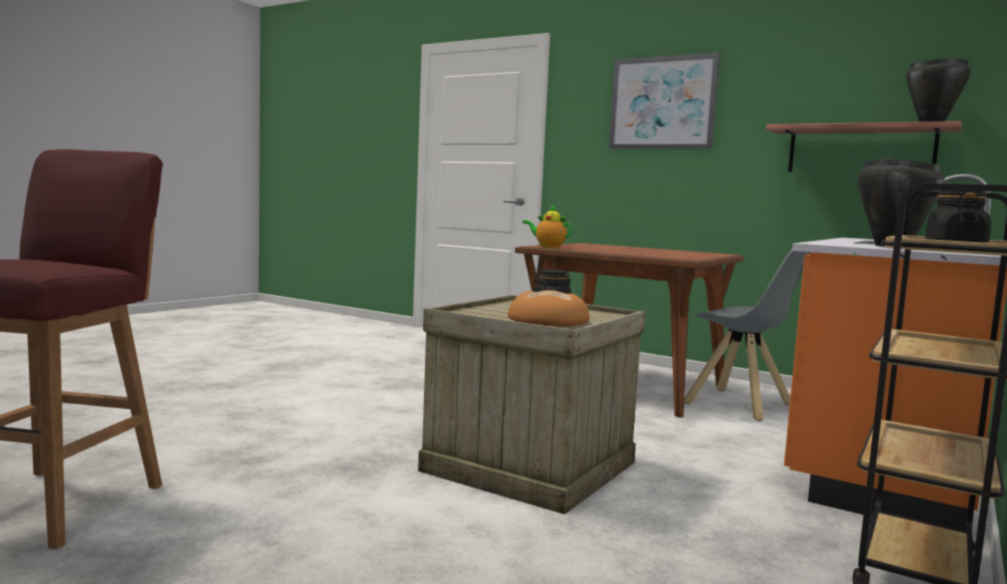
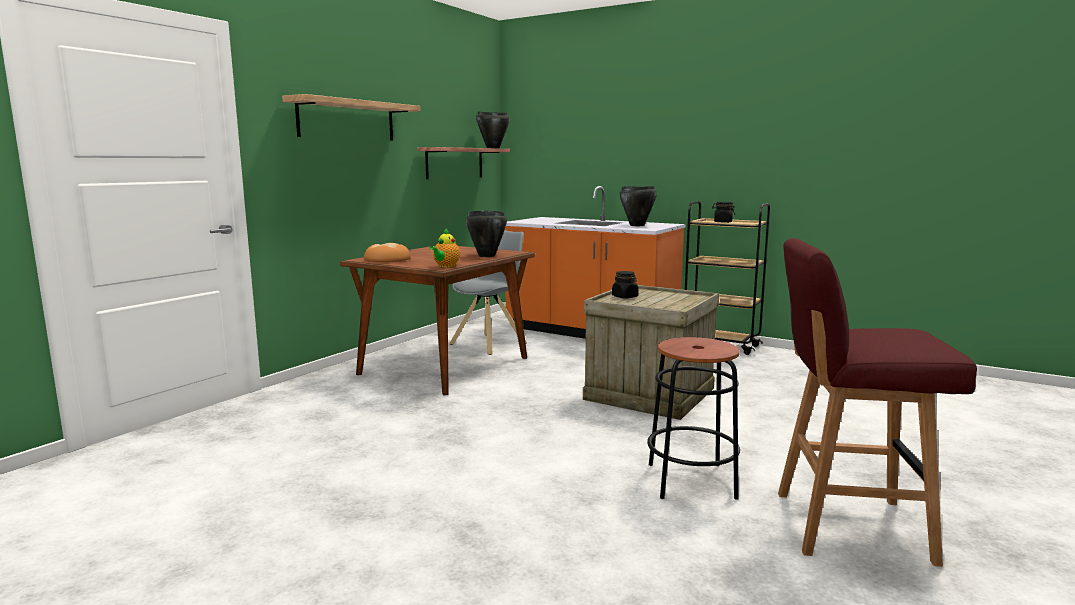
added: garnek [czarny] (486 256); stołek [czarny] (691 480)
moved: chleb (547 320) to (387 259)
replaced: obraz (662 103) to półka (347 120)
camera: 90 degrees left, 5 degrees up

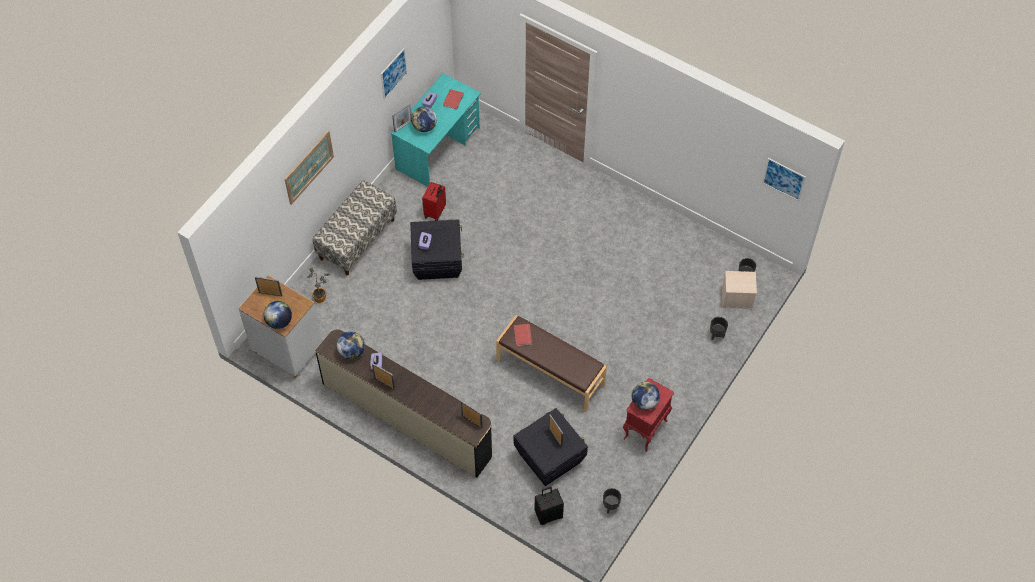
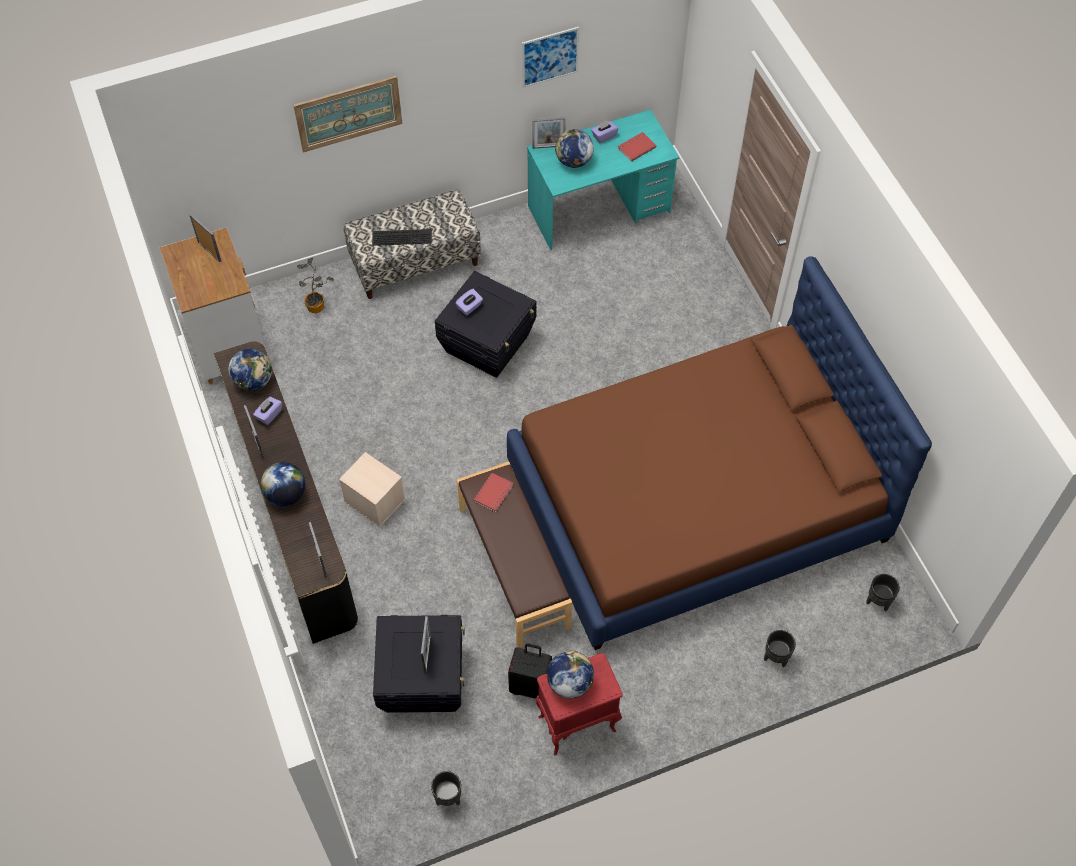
removed: walizka [czerwony] (435 212); obraz (784 179)
added: klawiatura (402 236); łóżko [brązowy] (697 501)
moved: globus (279 322) to (286 495); walizka [czarny] (548 514) to (531 686); pojemnik do przechowywania [beżowy] (736 297) to (373 500)
camera: 35 degrees right, 0 degrees up

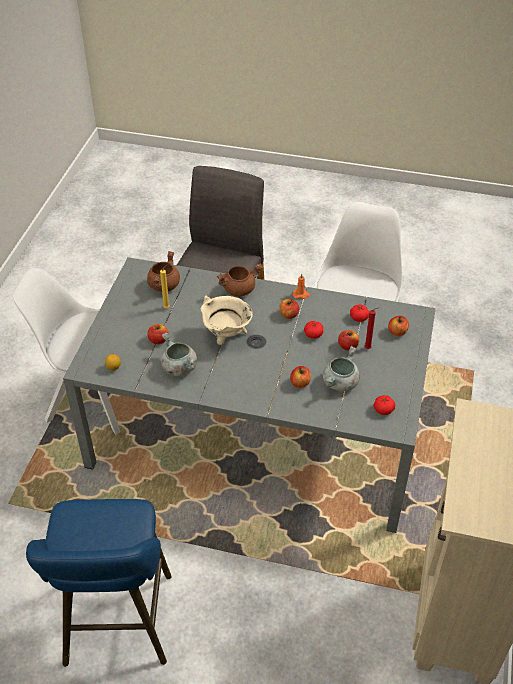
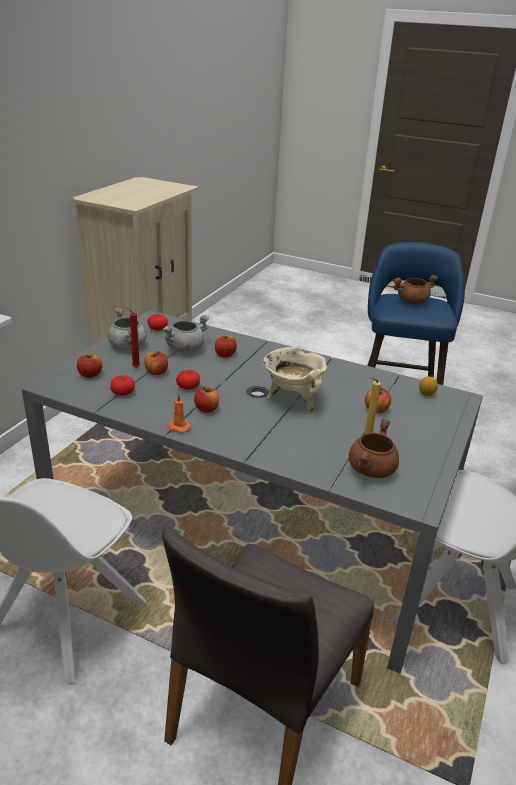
moved: garnek [szary] (179 367) to (128 346); garnek [brązowy] (239 289) to (412 302)
camera: 170 degrees left, 15 degrees down

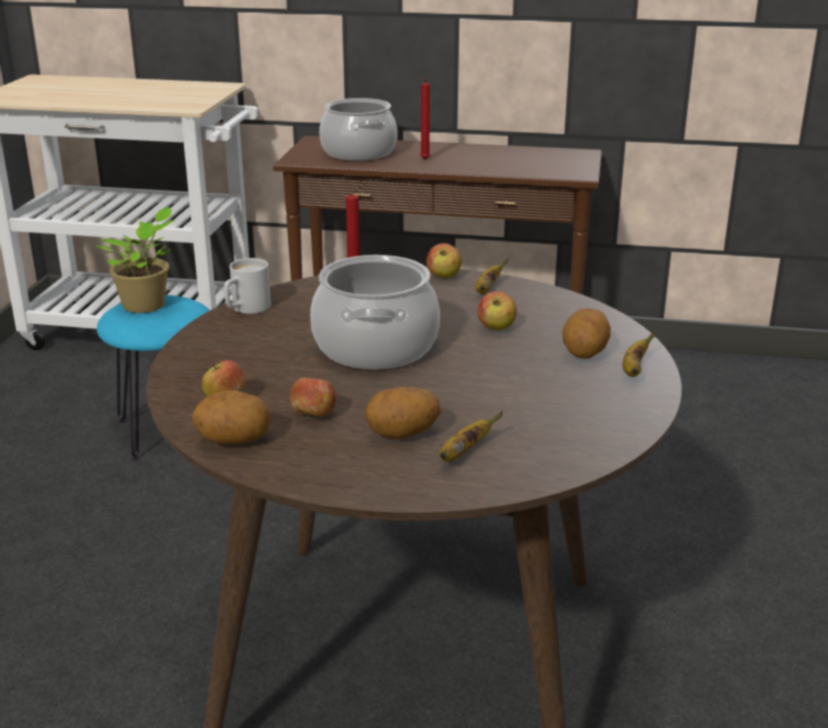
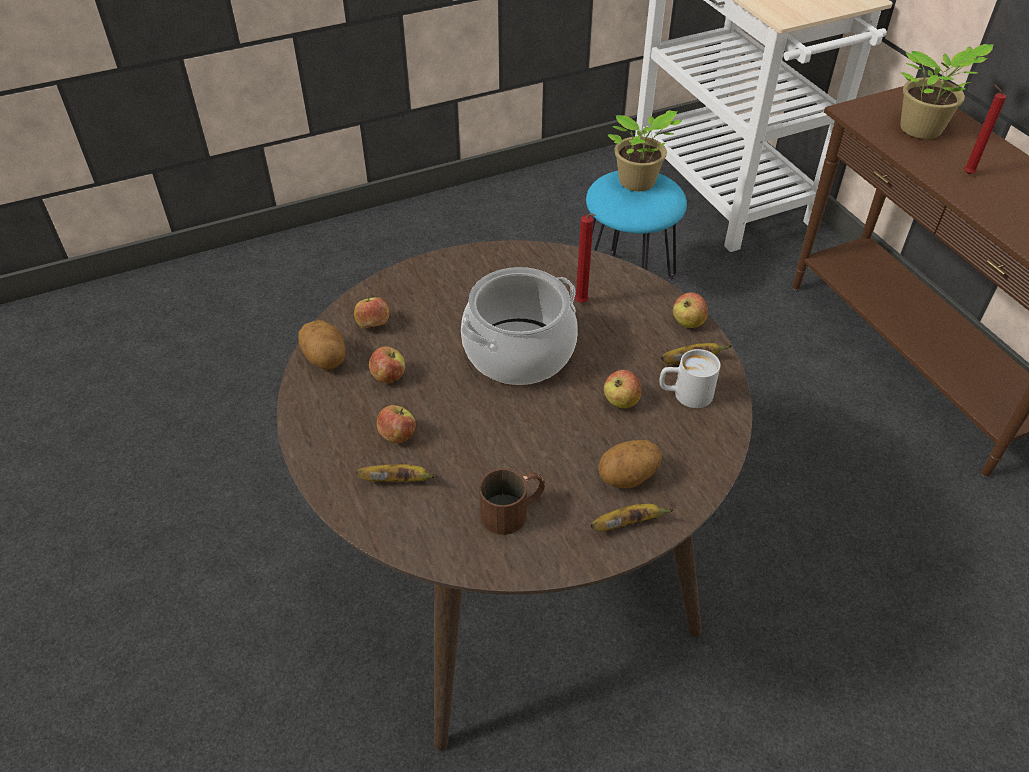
added: kubek [brązowy] (514 510)
moved: kubek [biały] (246 309) to (684 394)
replaced: garnek (358 153) to roślina doniczkowa (922 130); ziemniak (402 435) to jabłko (397 436)
camera: 55 degrees right, 20 degrees up

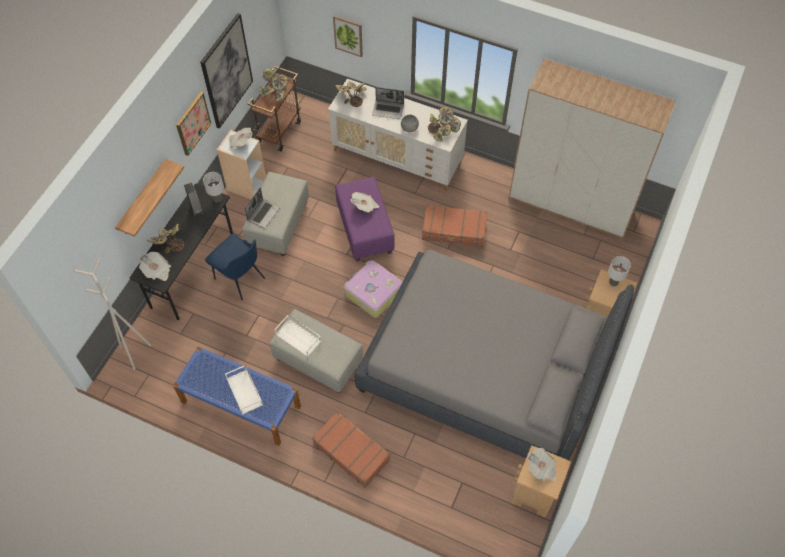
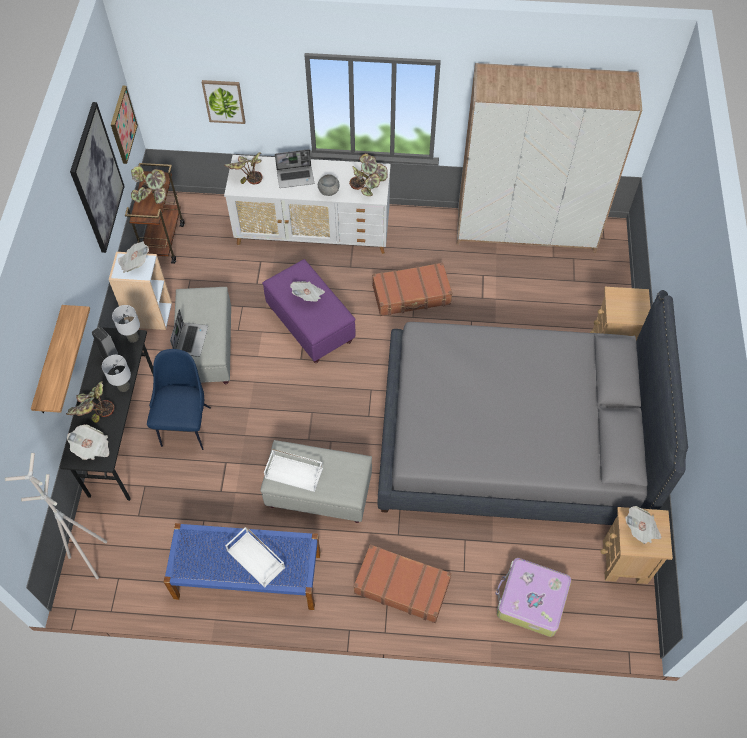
moved: obraz (192 123) to (122 124); walizka (373 292) to (531 600); lampa stołowa [biały] (613 282) to (123 387)
turned: krzesło [niebieski] (240 278) = (186 426) 105 degrees counterclockwise
camera: 20 degrees left, 0 degrees up

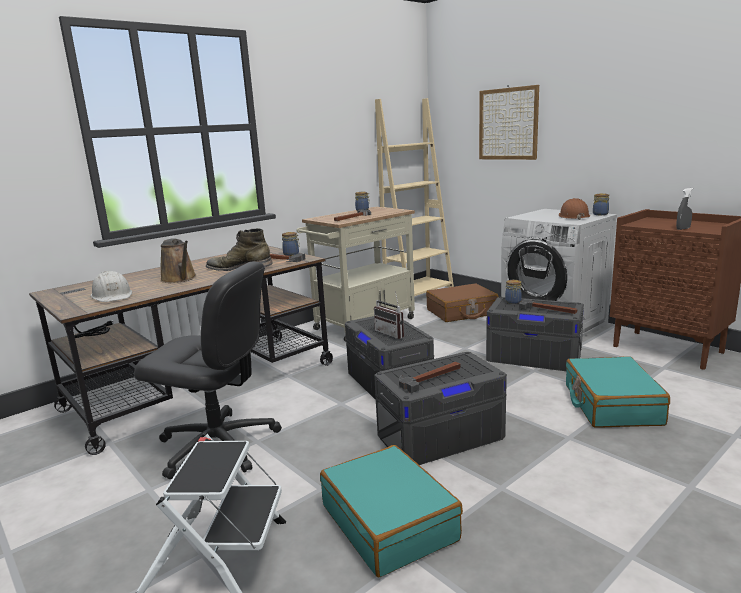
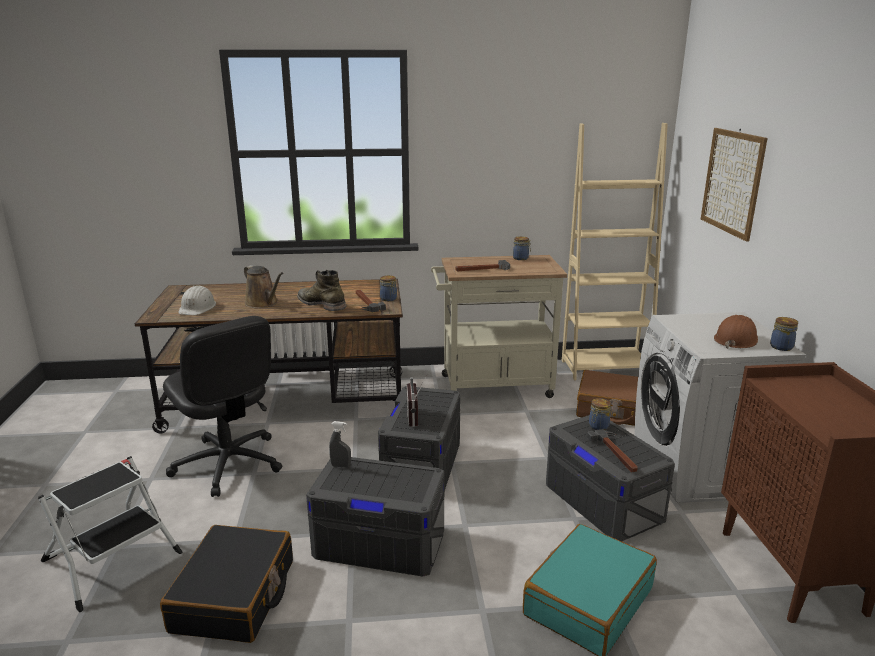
removed: młotek (431 377)
moved: spryskiwacz [szary] (683 229) to (341 466)
recoloured: walizka [turkusowy] (389 522) to walizka [czarny] (235 596)
turned: konewka [brązowy] (180 279) = (263 303) 45 degrees counterclockwise
camera: 35 degrees right, 5 degrees up

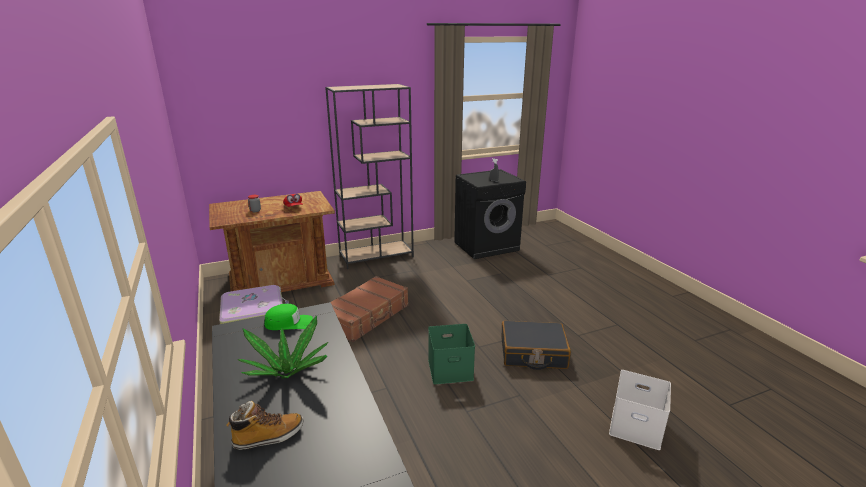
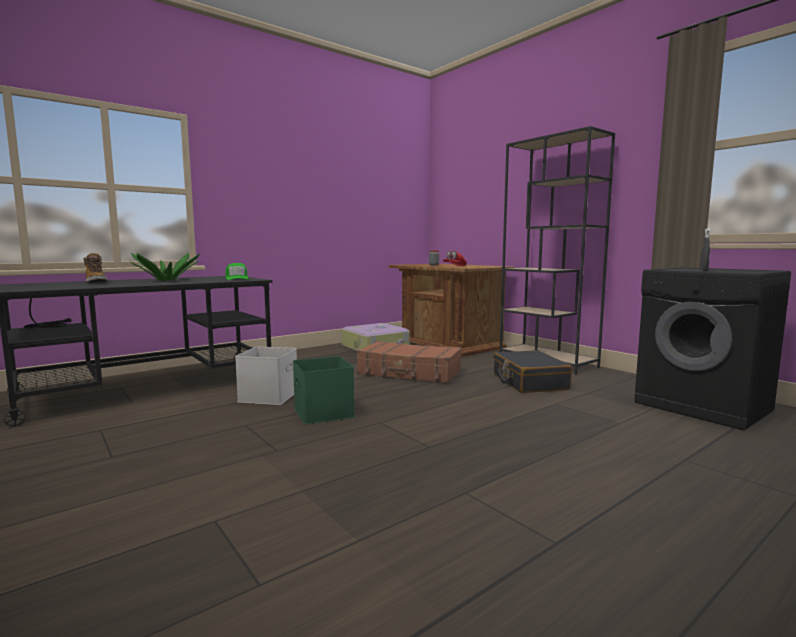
moved: walizka [czarny] (533 353) to (529 382); pojemnik do przechowywania [biały] (637 426) to (269 396)
camera: 75 degrees right, 15 degrees down

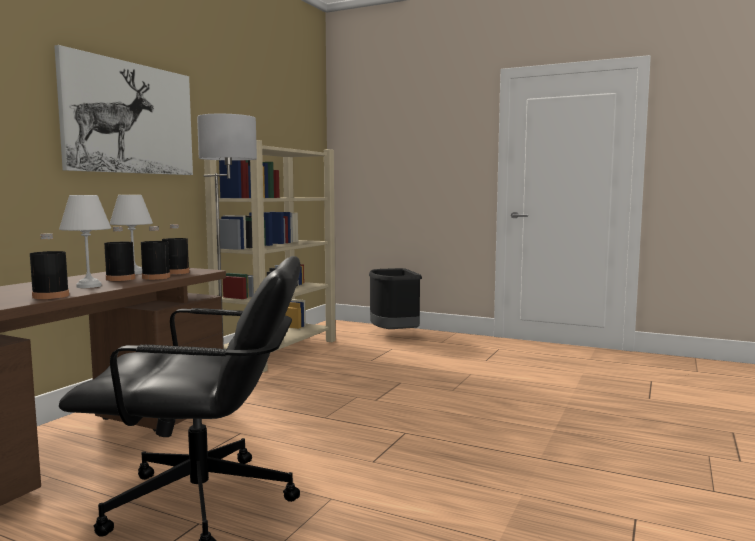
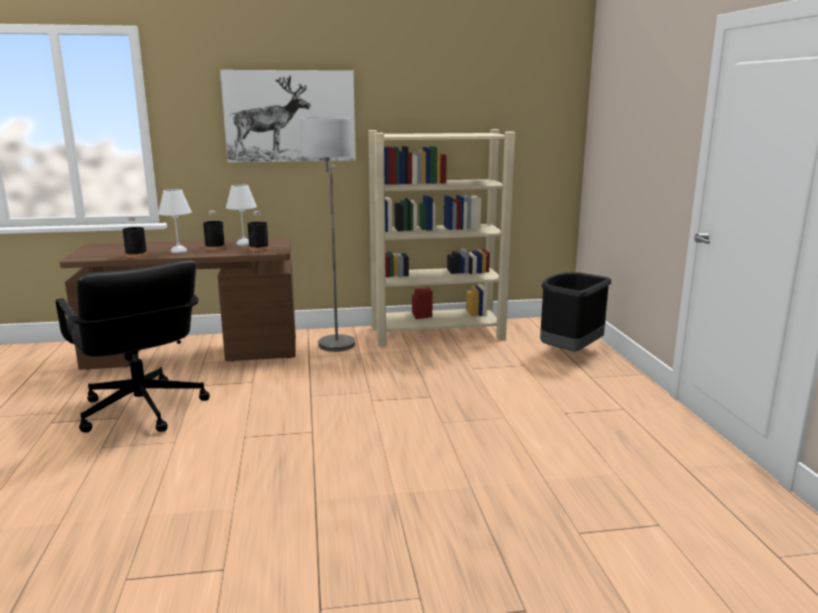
removed: butelka [czarny] (156 277)
camera: 55 degrees right, 10 degrees up

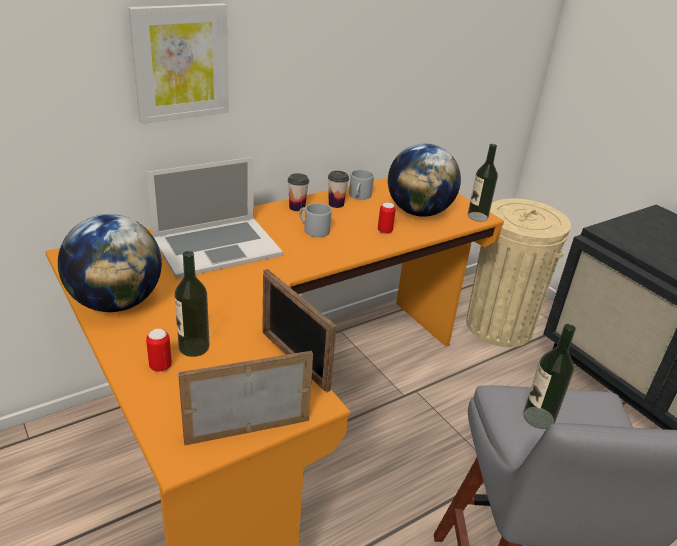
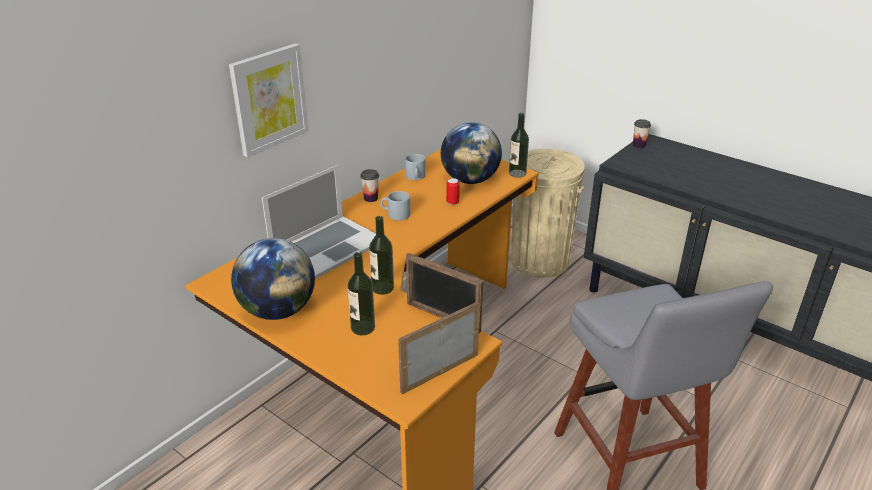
removed: puszka (160 366)
moved: filiżanka (336 204) to (639 145); butelka (538 417) to (382 288)
camera: 15 degrees left, 0 degrees up

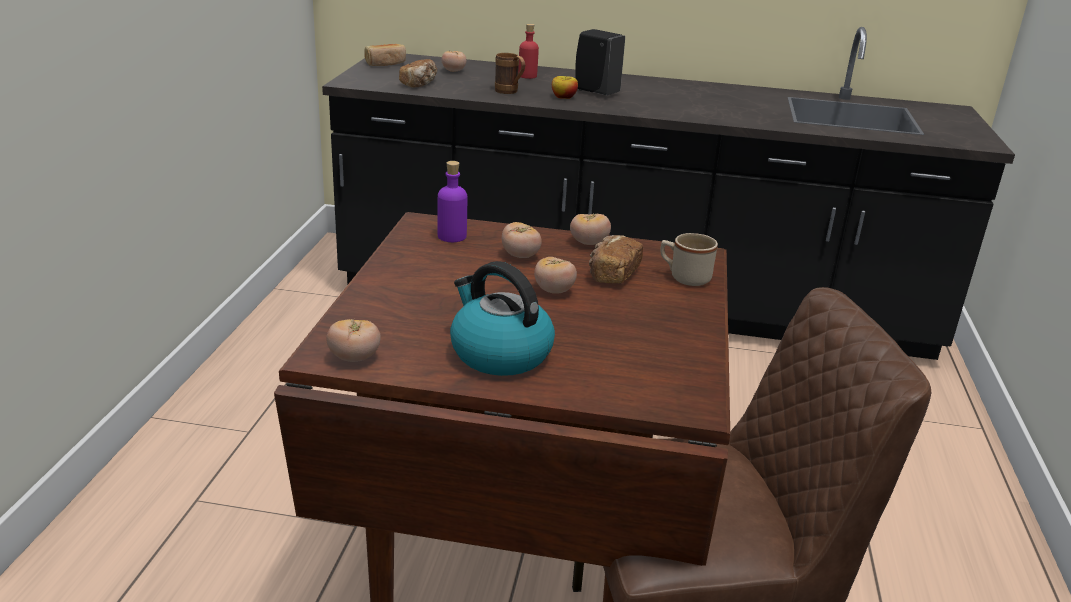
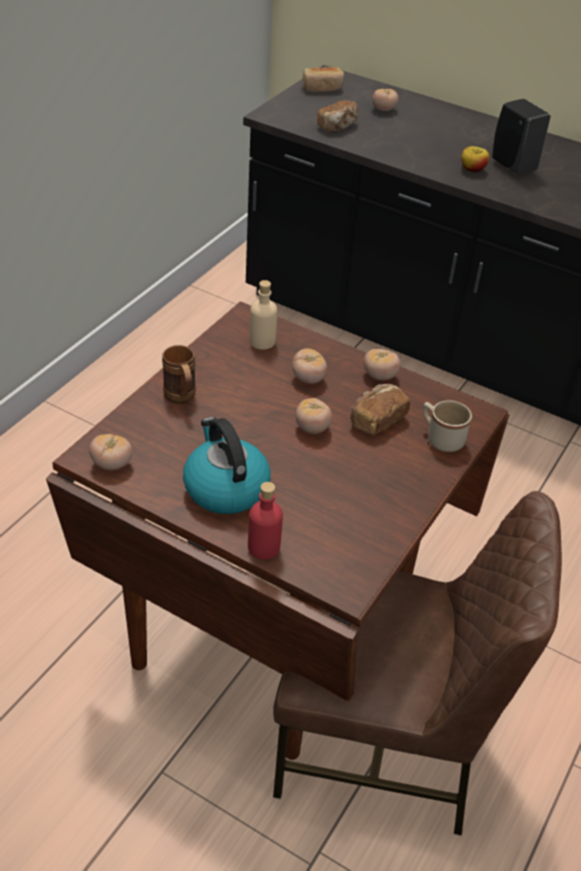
moved: kubek [brązowy] (510 92) to (181 399); butelka [czerwony] (527 76) to (264 547)
recoloured: butelka [fioletowy] (452 236) to butelka [beżowy] (262 341)
camera: 20 degrees right, 15 degrees up

